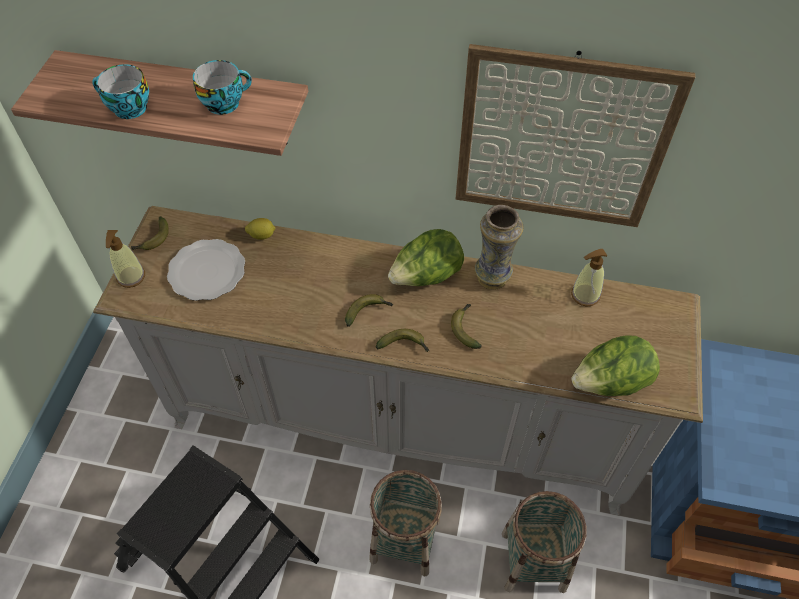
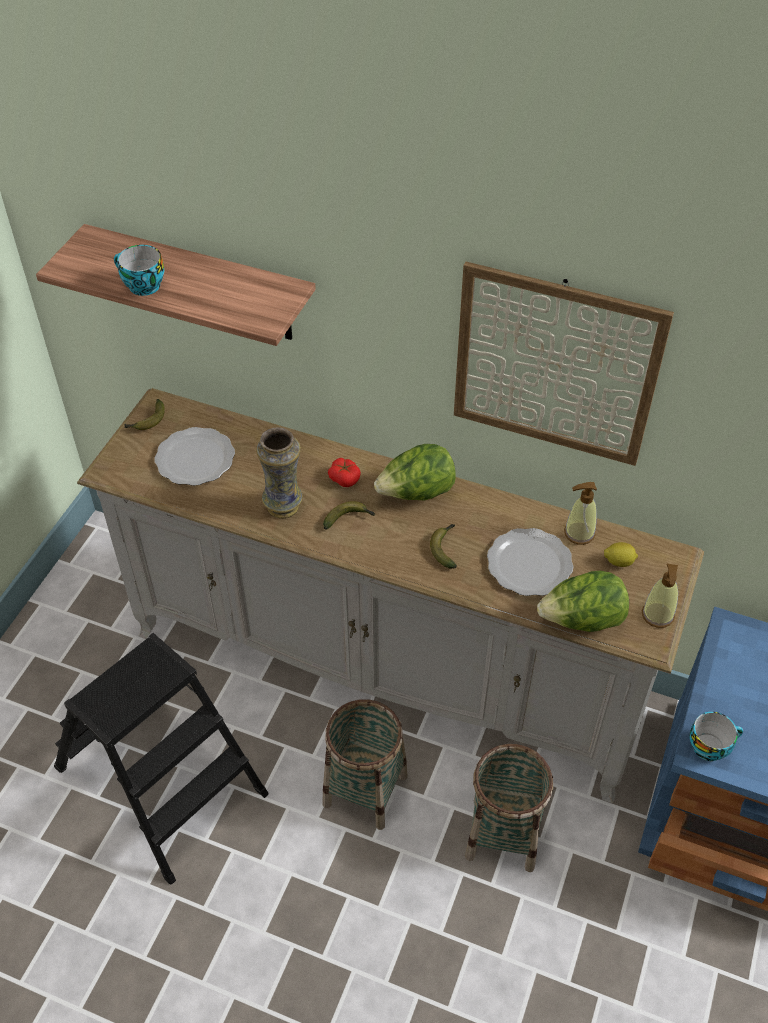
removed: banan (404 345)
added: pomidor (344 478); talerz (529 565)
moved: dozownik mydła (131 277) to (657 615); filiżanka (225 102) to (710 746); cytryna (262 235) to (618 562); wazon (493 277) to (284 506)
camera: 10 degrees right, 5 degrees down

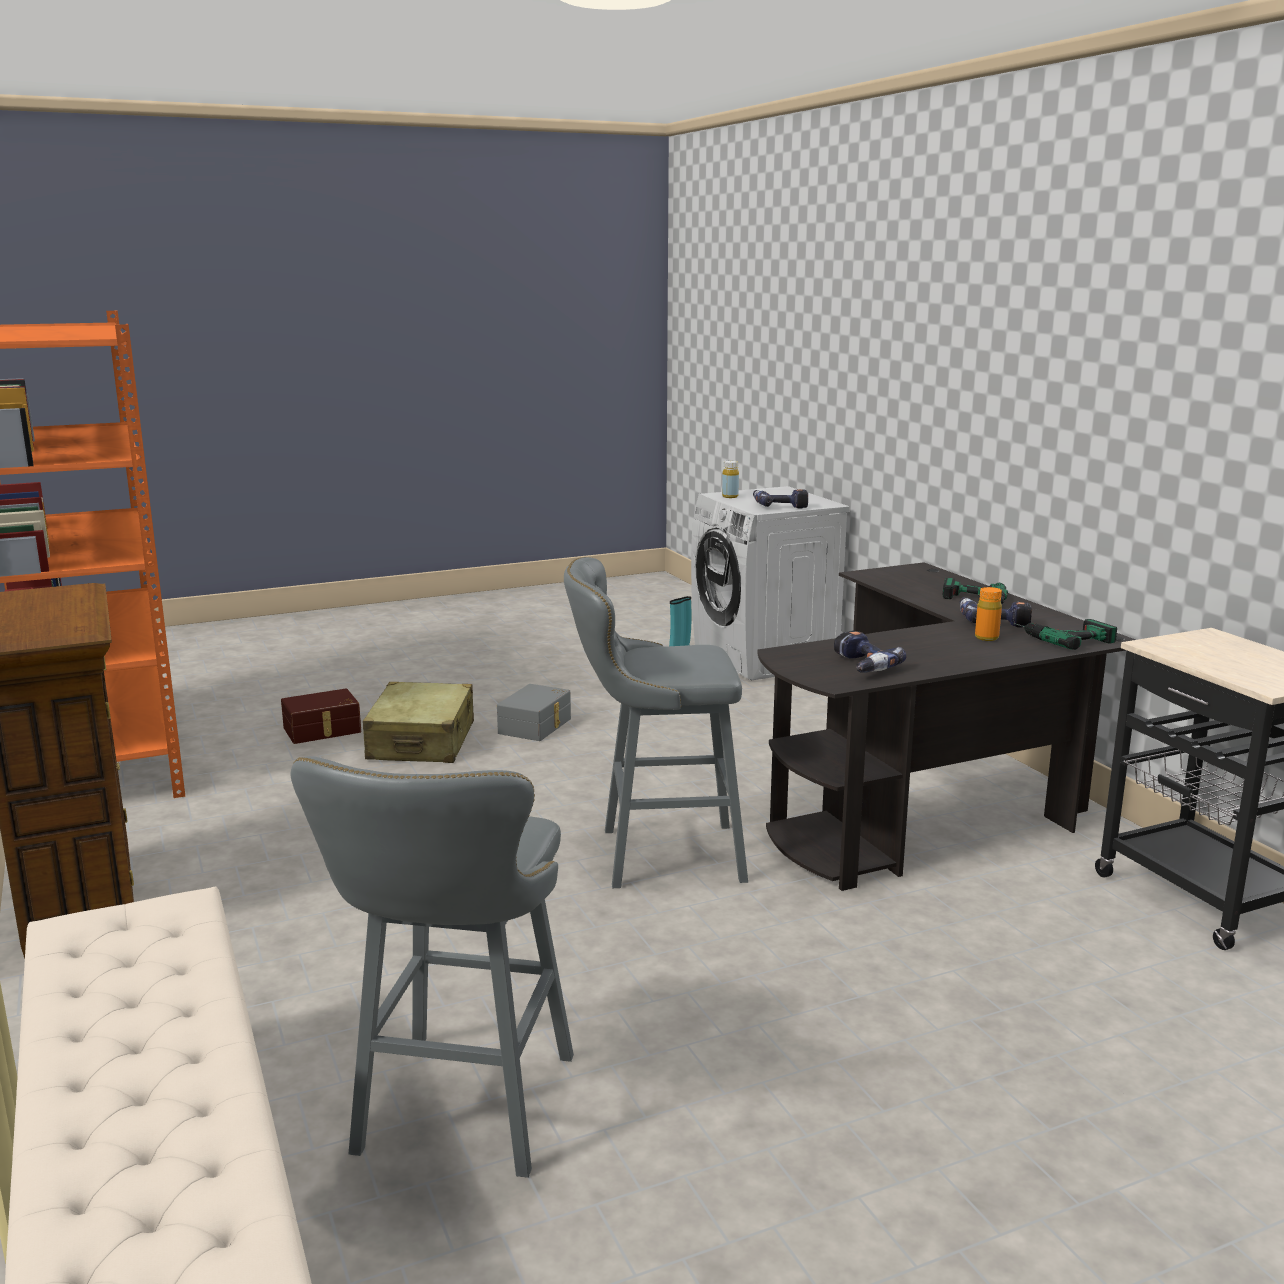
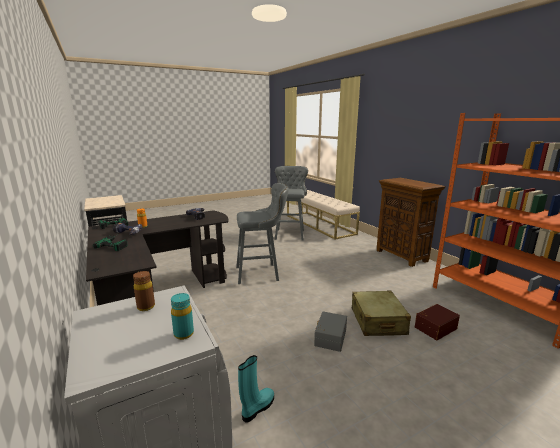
replaced: wiertarka (779 505) to butelka [brązowy] (146 307)
recoloured: butelka [żółty] (730 496) to butelka [turkusowy] (184 334)
camera: 175 degrees right, 0 degrees up

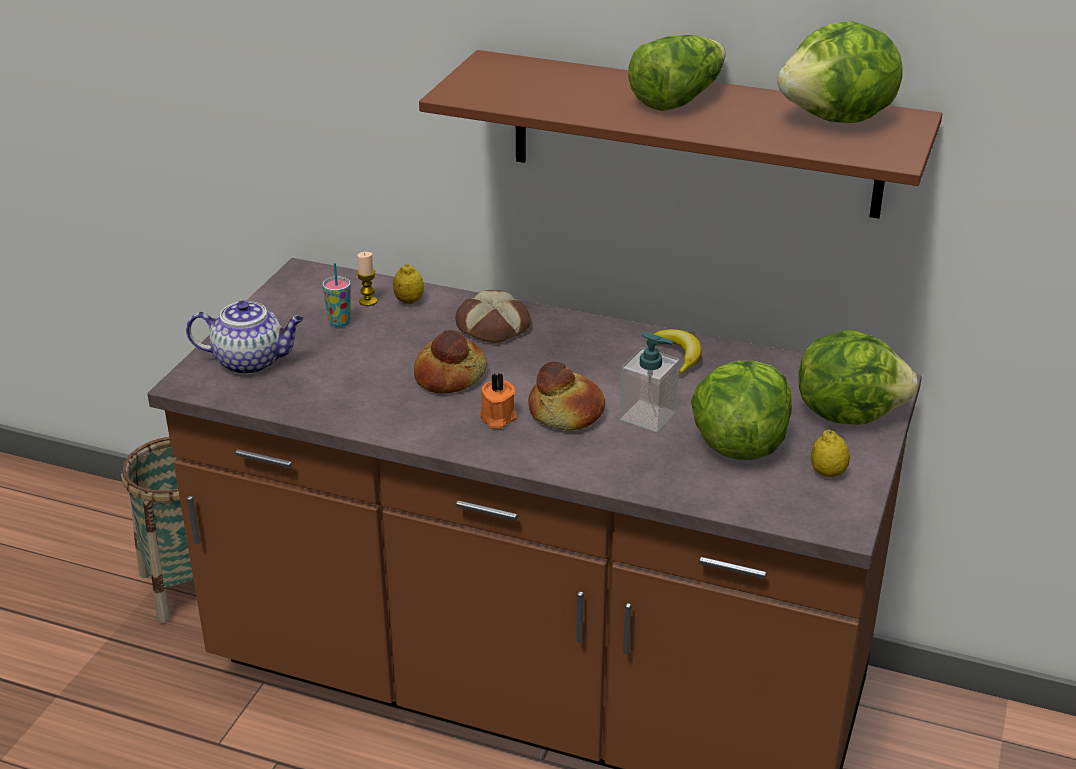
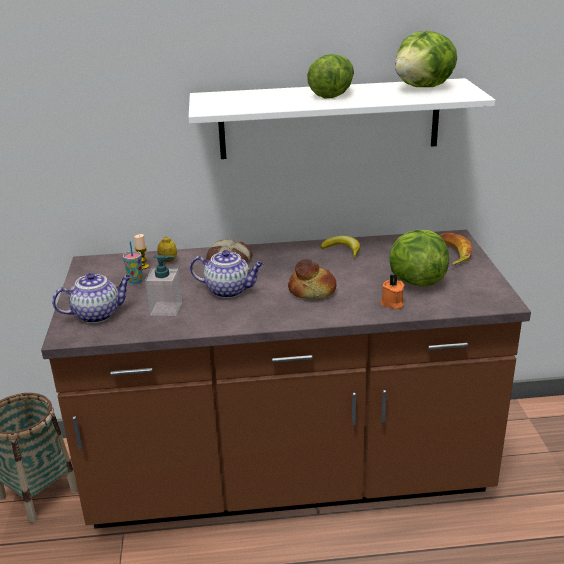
removed: cytryna (828 473)
moved: świeca [pomarańczowy] (497 418) to (392 303); dozownik mydła (648 416) to (166 309)
replaced: chleb (450 376) to imbryk (229 290); sałata (847 413) to banan (452 253)
recoloured: półka [brązowy] (695 134) to półka [biały] (329 119)
camera: 25 degrees left, 5 degrees down

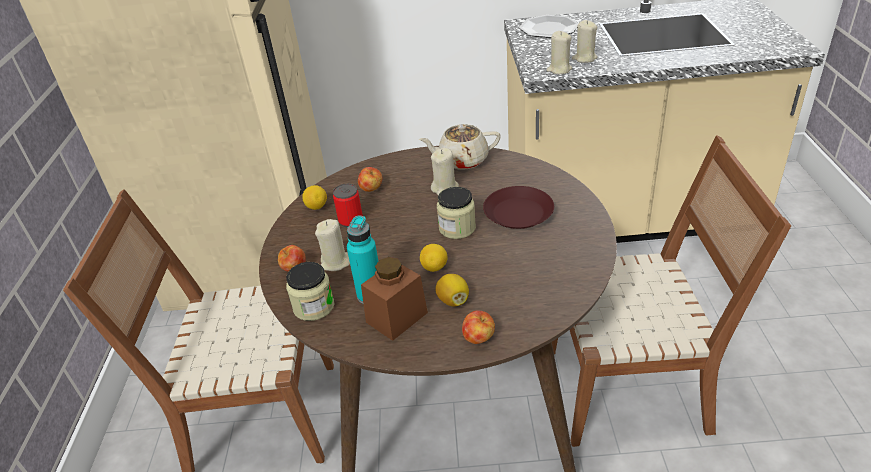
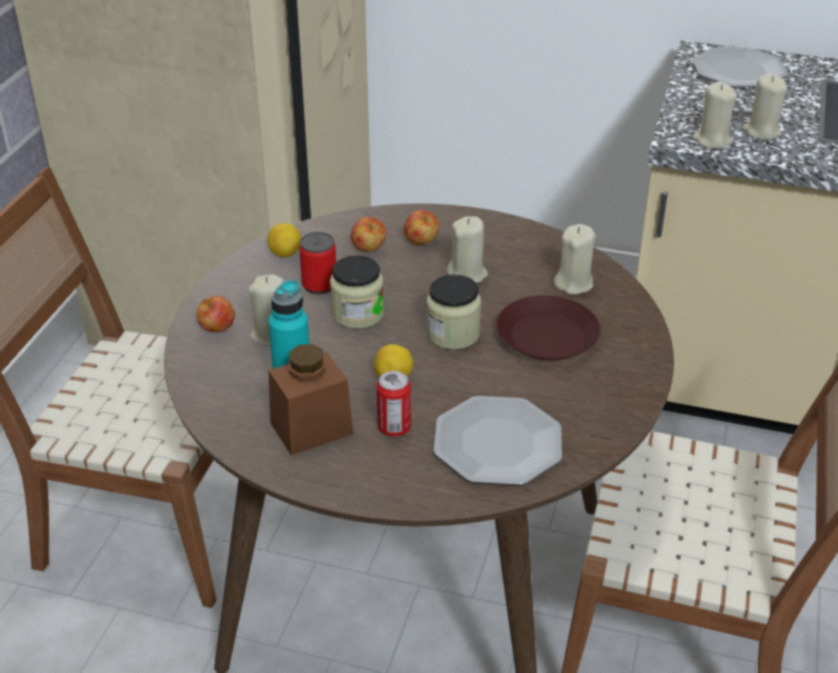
removed: imbryk [beżowy] (462 160)
added: talerz (497 443); świeca [beżowy] (573 283)
moved: słoik (314 307) to (357 314); jabłko (479 338) to (421 242)
replaced: cytryna (453 300) to puszka (394 428)
camera: 15 degrees right, 0 degrees up

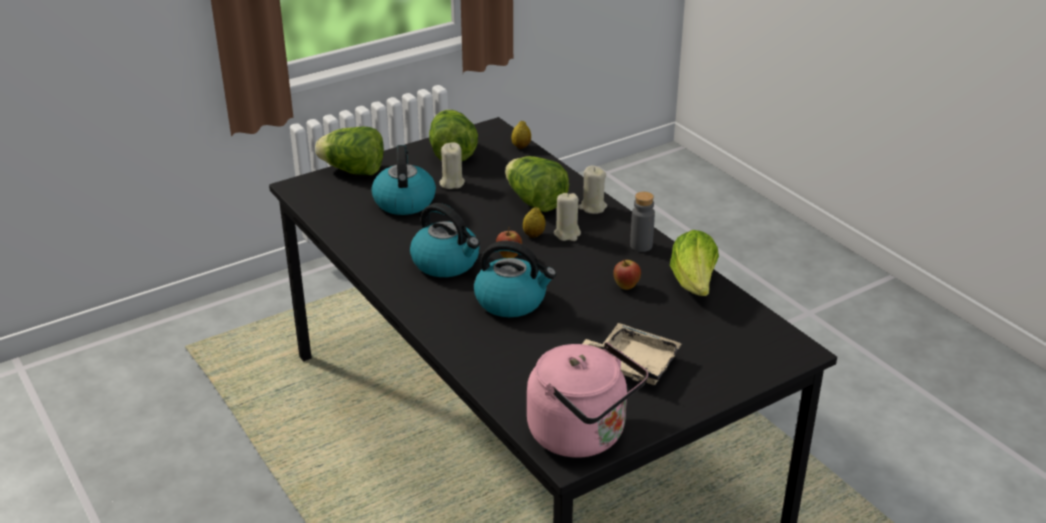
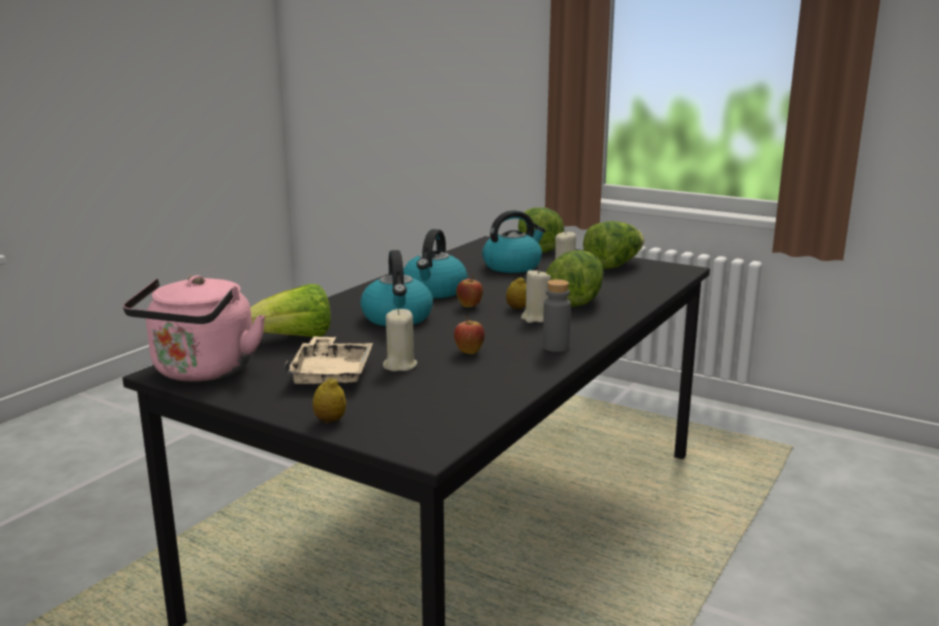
moved: cytryna (521 146) to (330 420); świeca [beżowy] (592 207) to (399 365); sałata (694 285) to (293 339)
camera: 65 degrees right, 15 degrees down

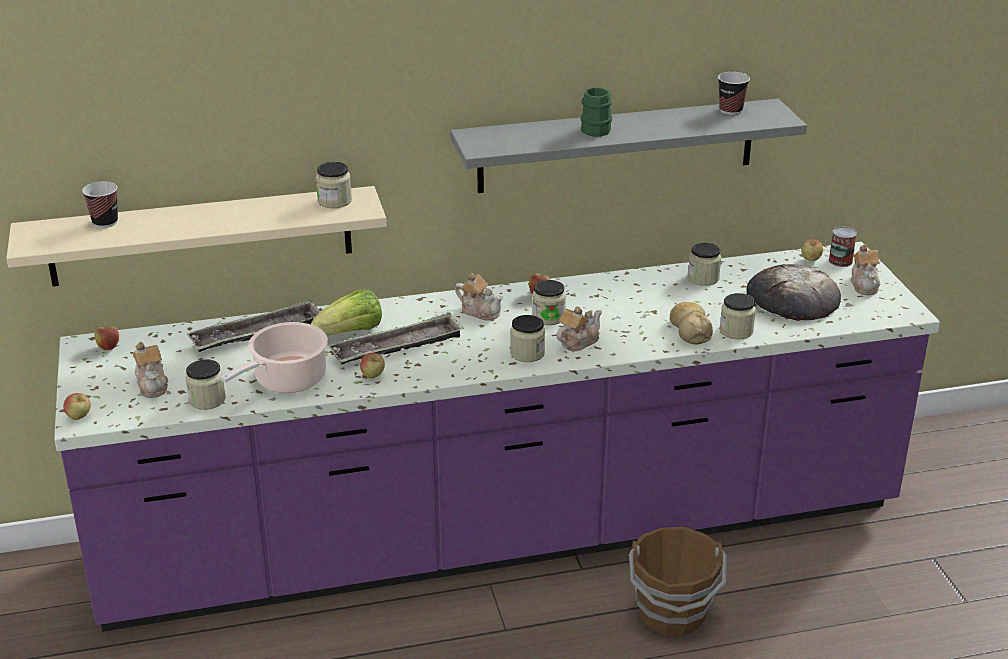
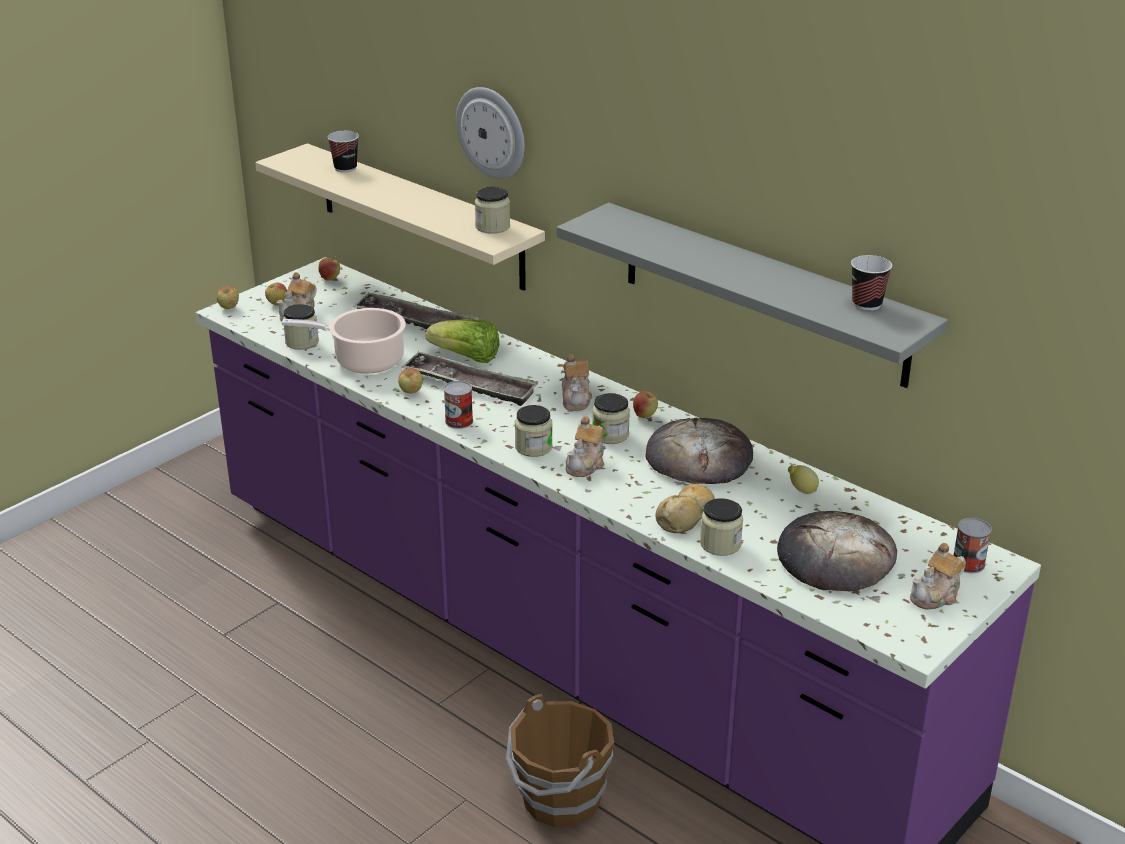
removed: kubek [zielony] (596 128)
added: puszka (459 421); zegar ścienny (492 132); chleb (699 457)
moved: jabłko (810 260) to (277 304)
replaced: słoik (703 278) to cytryna (801 490)
turned: imbryk (578 341) = (586 465) 105 degrees clockwise
camera: 55 degrees right, 0 degrees up

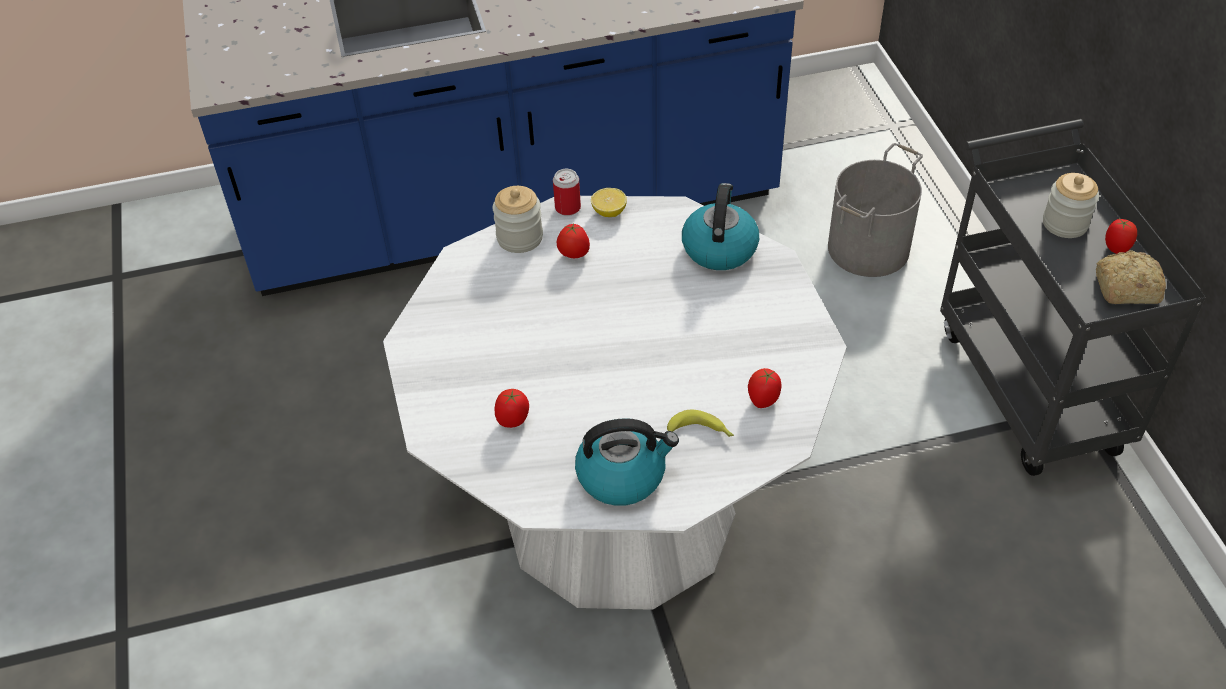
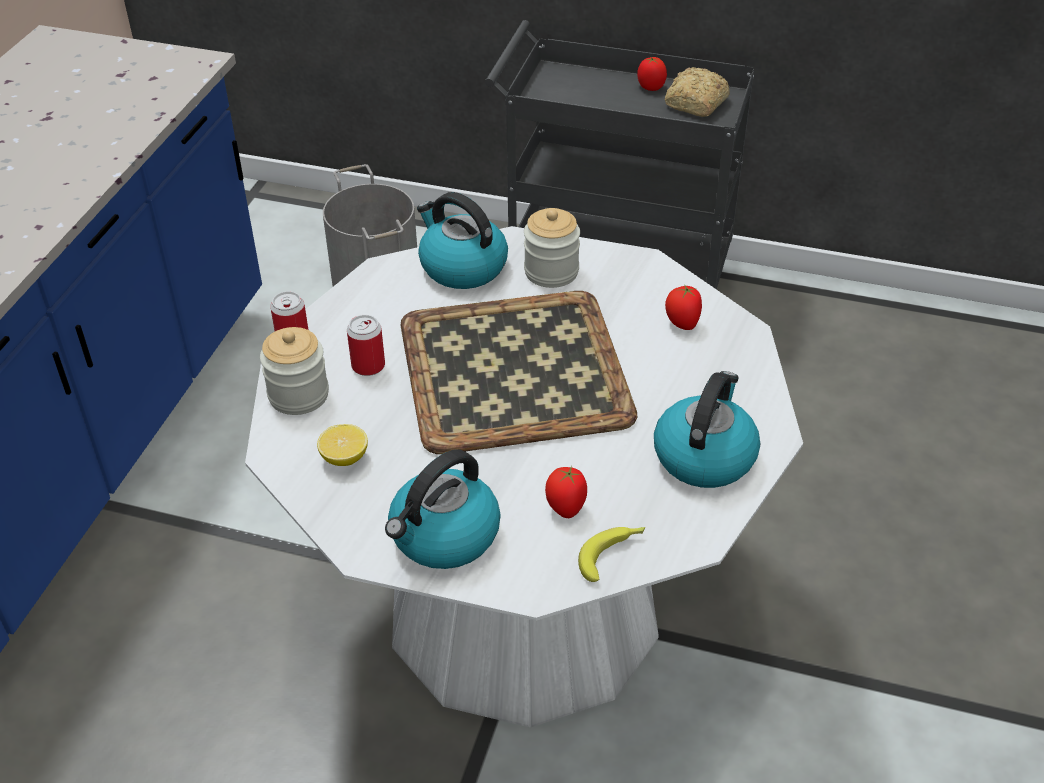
added: czajnik (444 536); taca (516 369)
moved: cytryna (609 212) to (344 458); banan (701 431) to (612 554); słoik (1065 223) to (551 272)
replaced: pomidor (573 255) to puszka (368 366)
camera: 60 degrees left, 5 degrees down

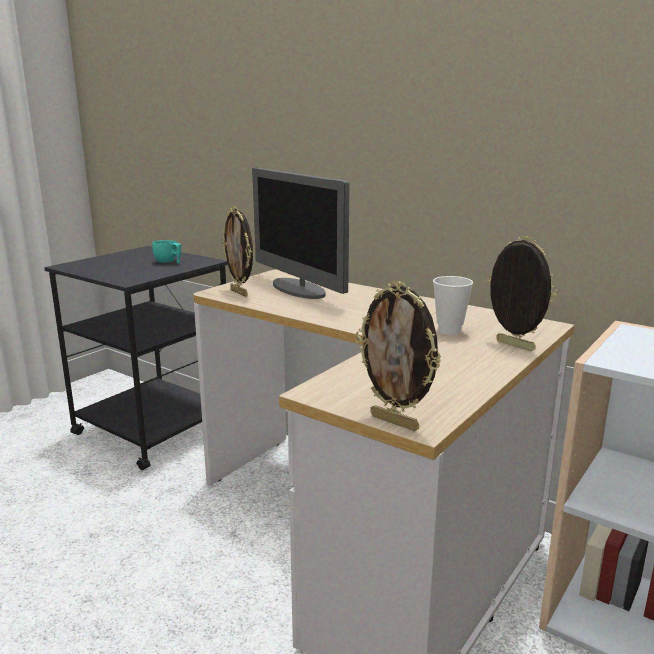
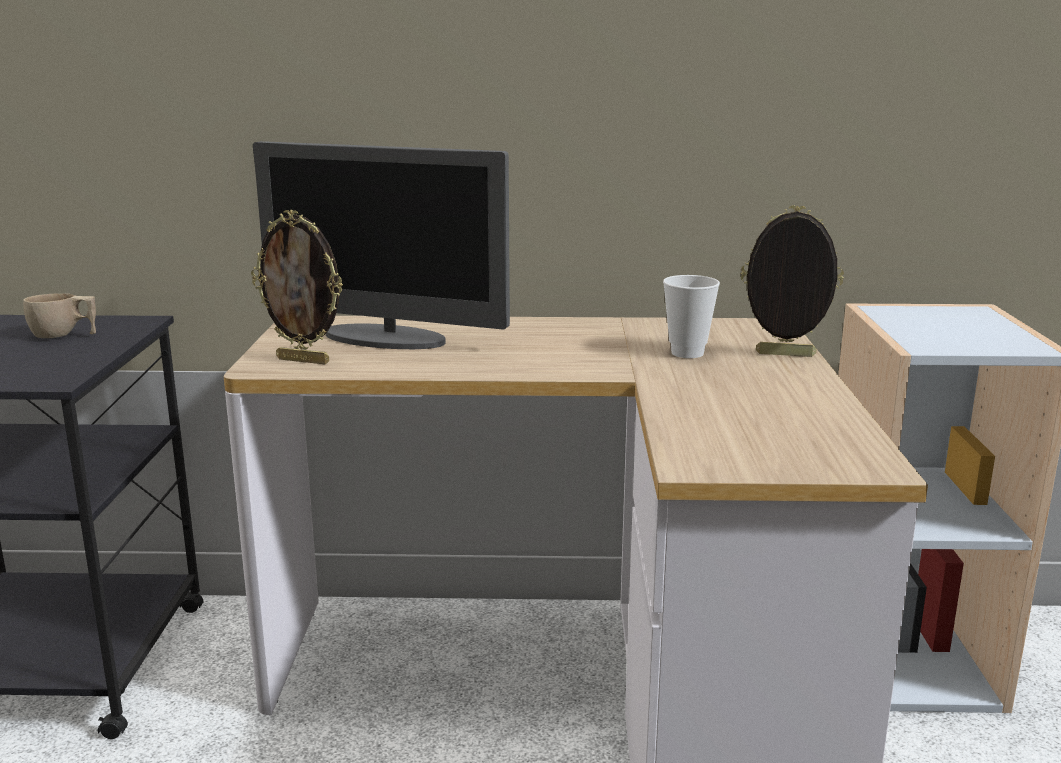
removed: ramka na zdjęcie (395 422)
recoloured: filiżanka [turkusowy] (169 262) to filiżanka [beżowy] (64 335)
camera: 35 degrees left, 0 degrees up

